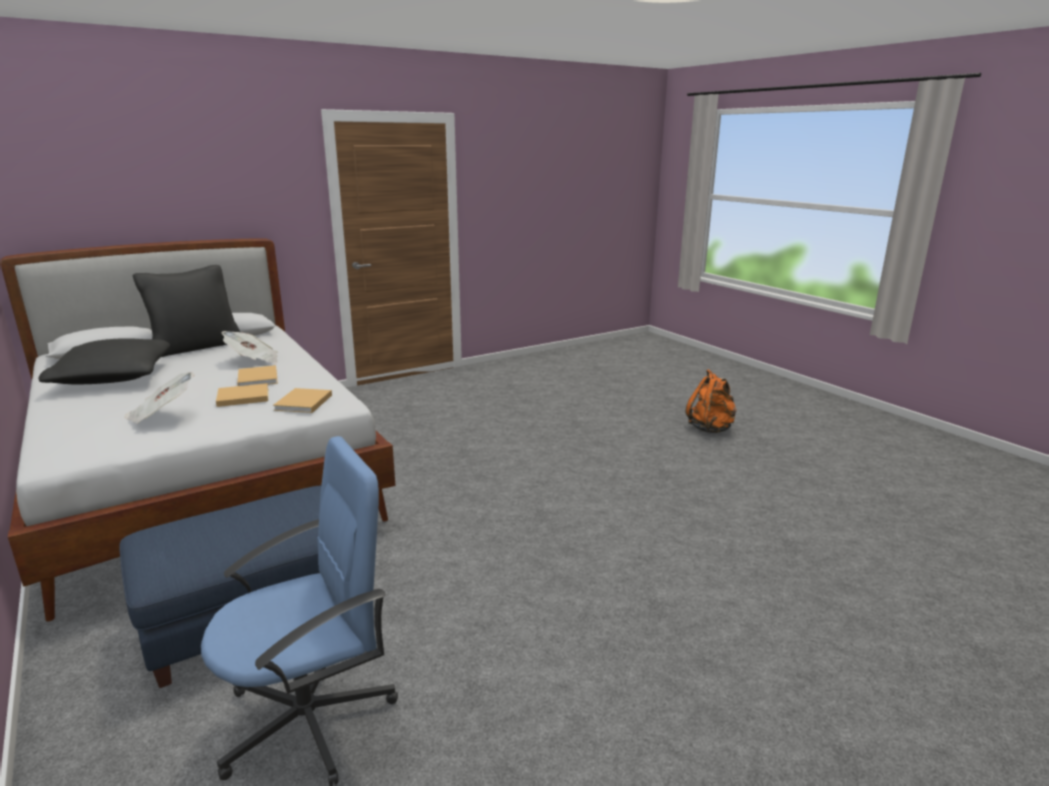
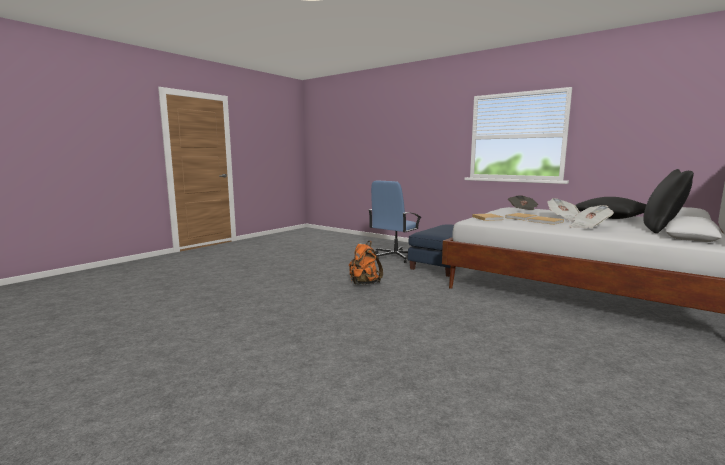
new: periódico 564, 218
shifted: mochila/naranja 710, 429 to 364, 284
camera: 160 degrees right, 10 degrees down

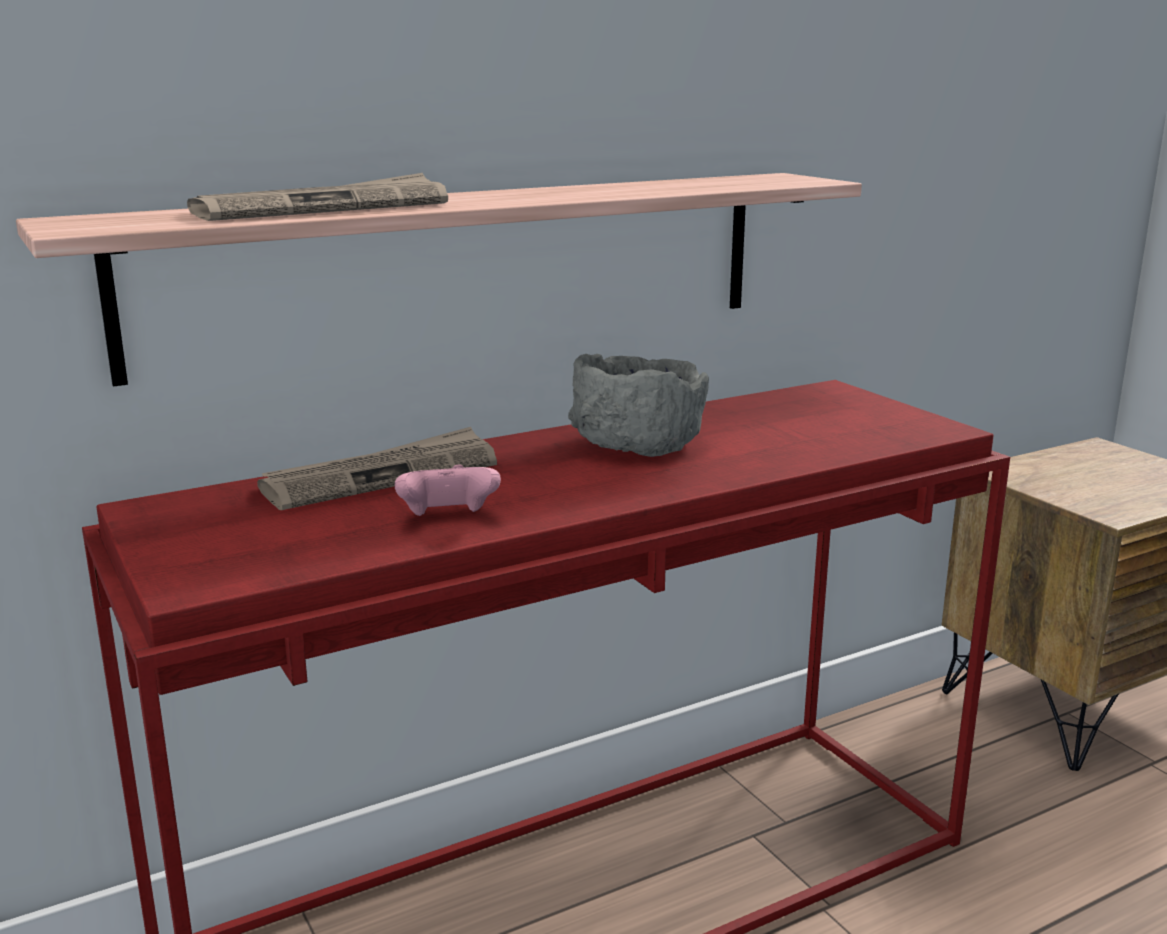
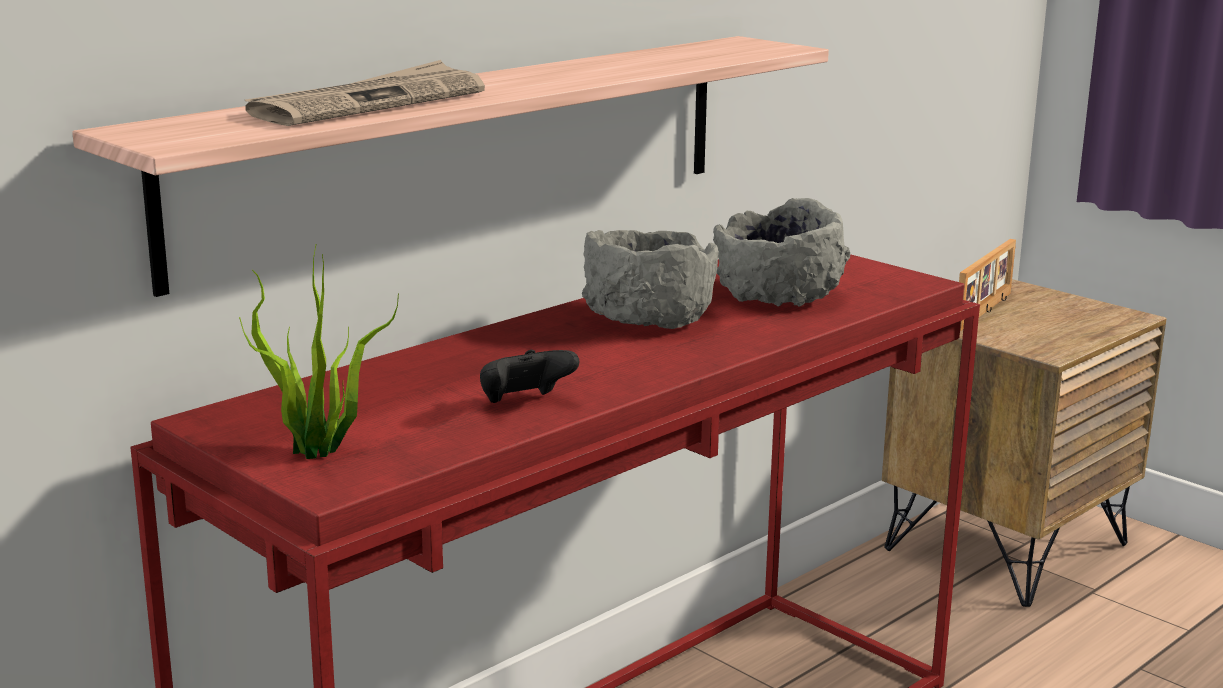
gone: periódico 382, 476
new: planta en maceta 320, 453; cuenco/gris 778, 295; portarretratos 985, 311
repainted: mando de consola/rosa 448, 519 to mando de consola/negro 524, 403
camera: 15 degrees left, 0 degrees up

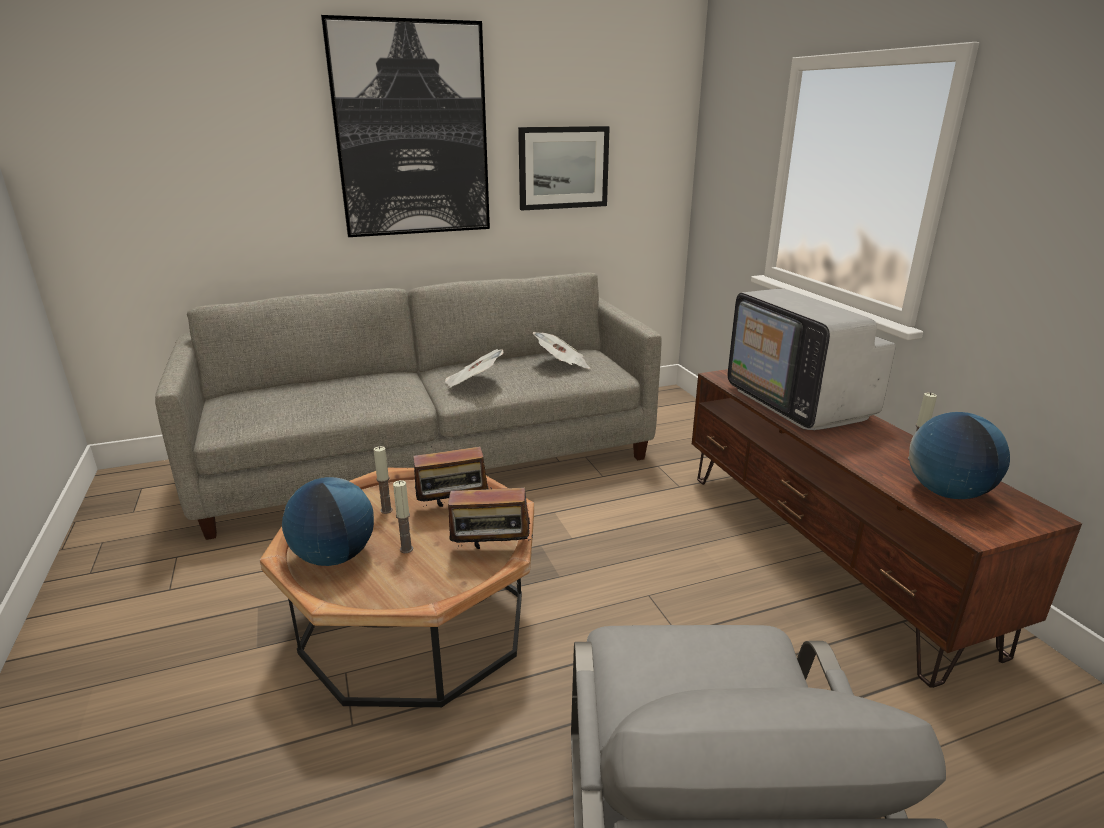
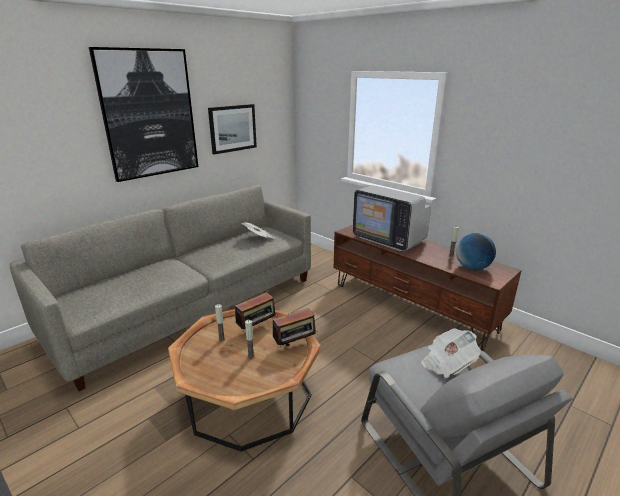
gone: globo terráqueo 334, 557
shifted: periódico 473, 383 to 447, 363
camera: 25 degrees left, 0 degrees up

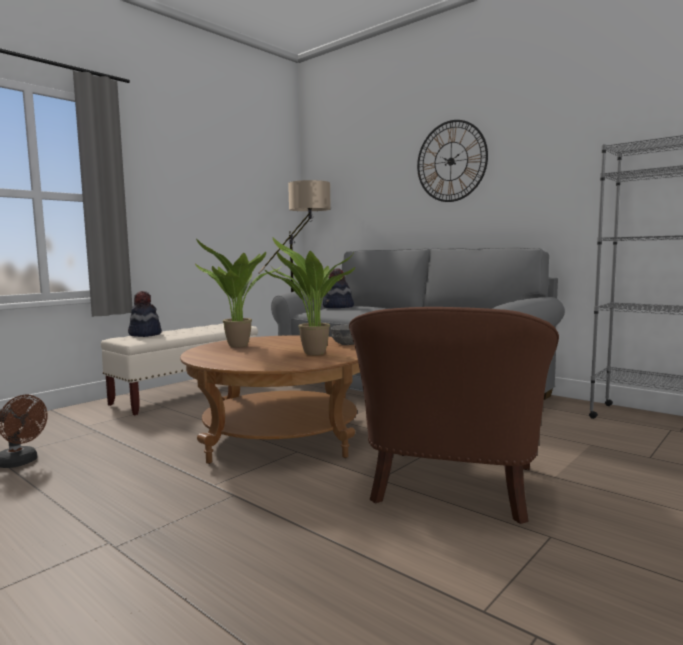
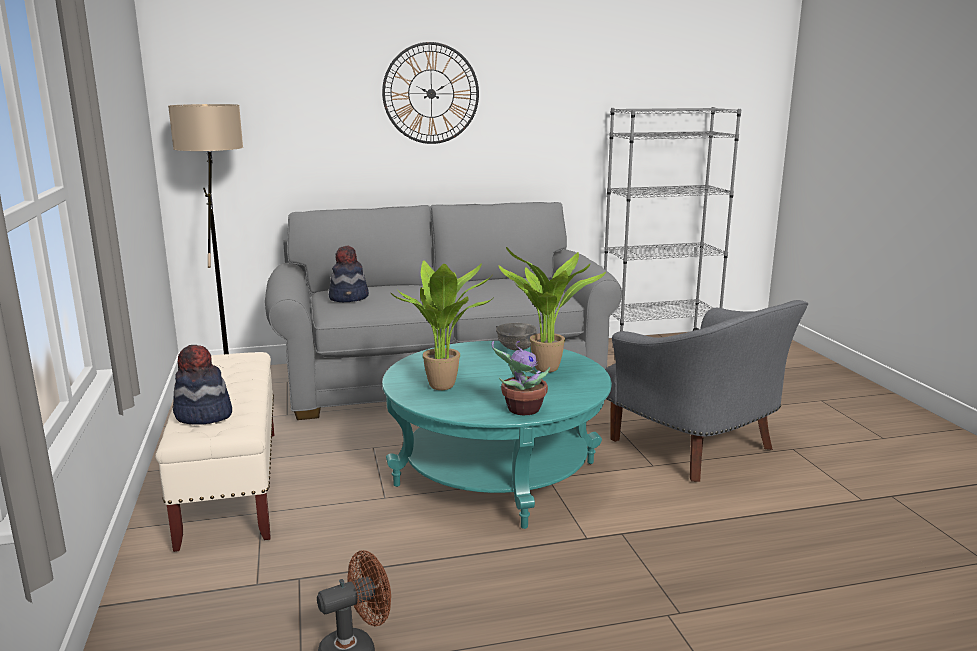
new: planta en maceta 521, 410
repainted: mesa de centro/marrón 281, 437 to mesa de centro/turquesa 496, 474; sillón/marrón 451, 488 to sillón/gris 697, 448
camera: 55 degrees left, 10 degrees up

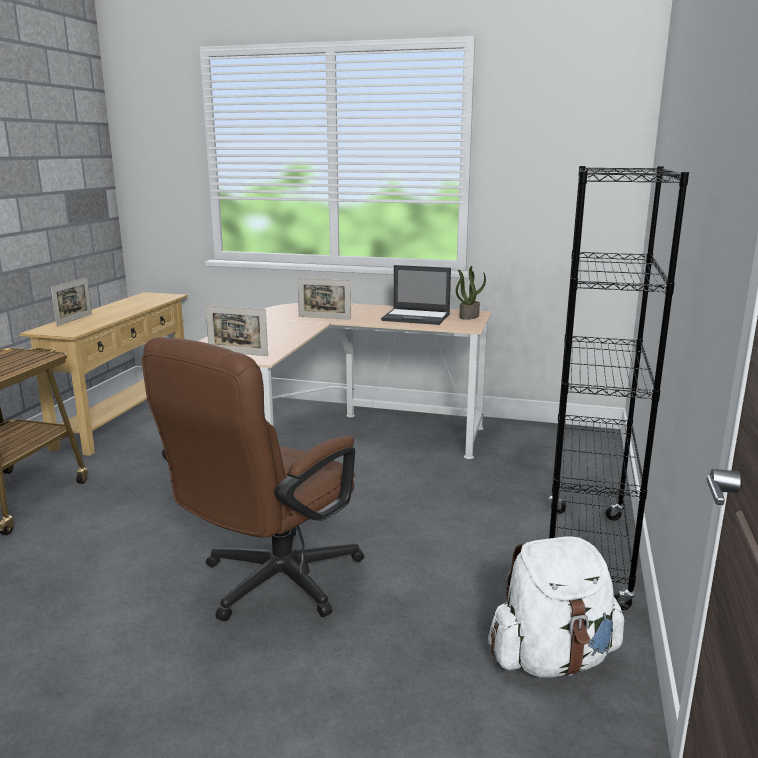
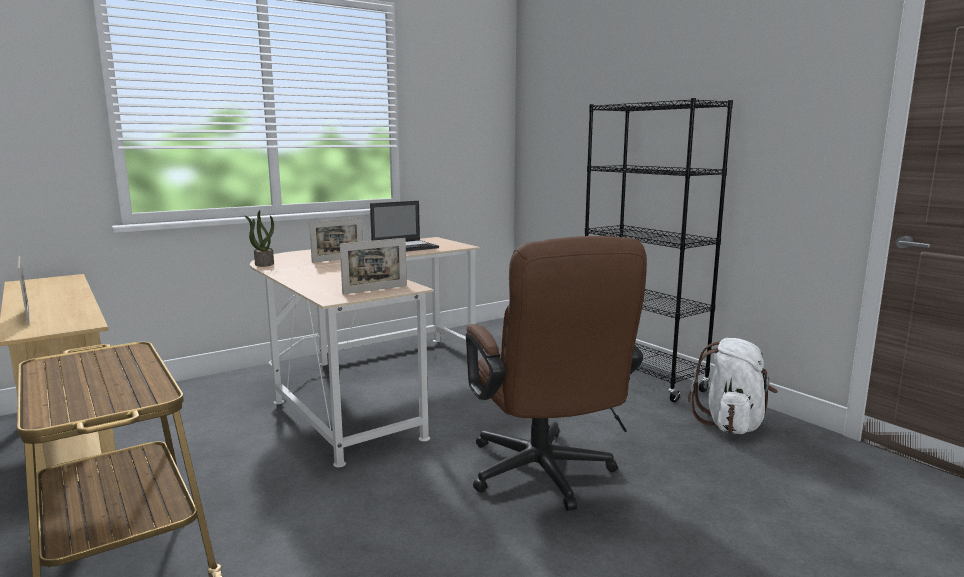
shifted: planta en maceta 469, 316 to 264, 264
camera: 50 degrees left, 5 degrees down

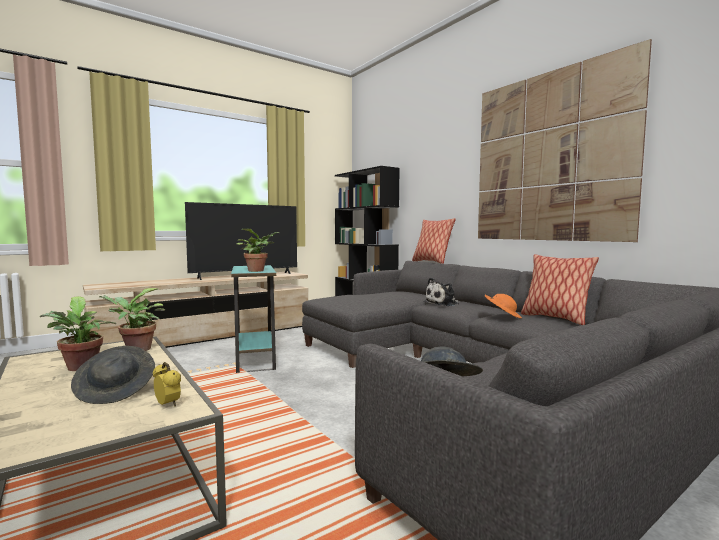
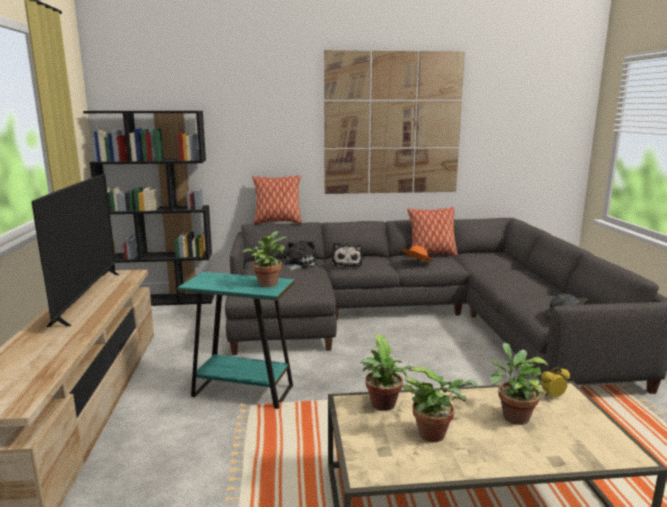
new: peluche 298, 264
swapped: sombrero/gris 116, 390 to planta en maceta 513, 416
camera: 60 degrees left, 10 degrees up

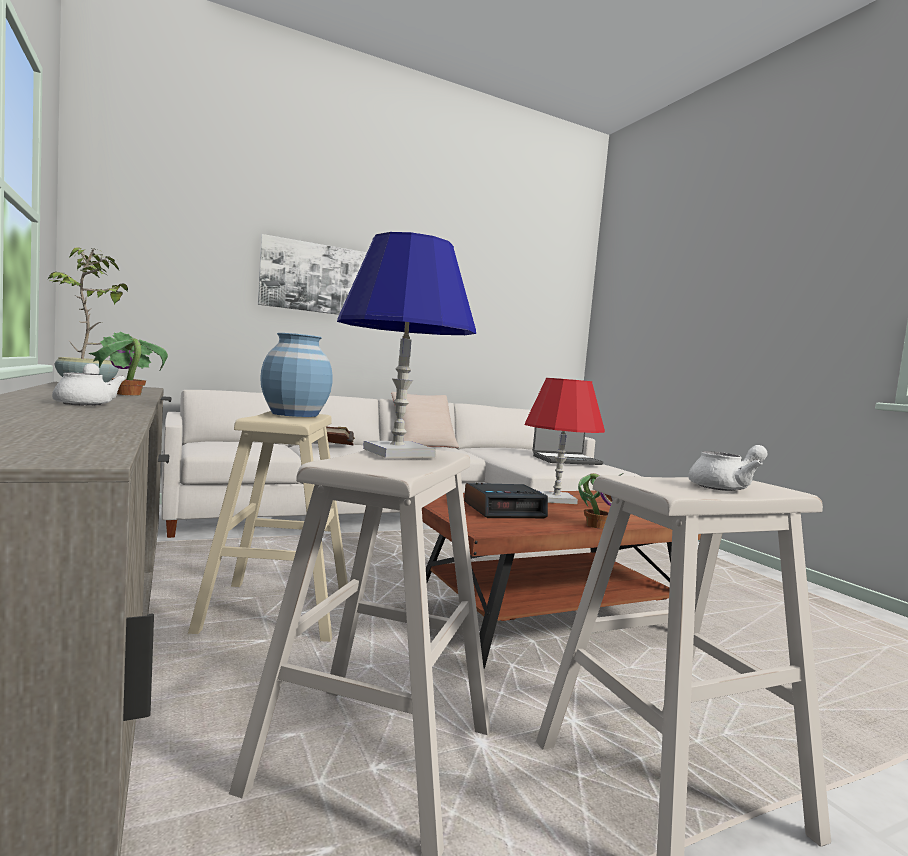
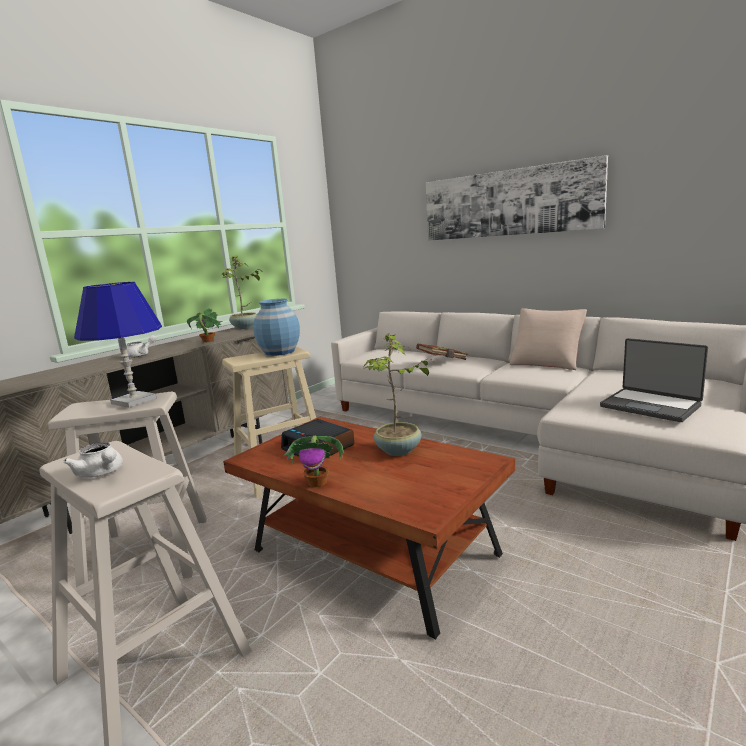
swapped: lámpara de mesa/rojo 556, 499 to planta en maceta 398, 451
camera: 65 degrees right, 10 degrees up

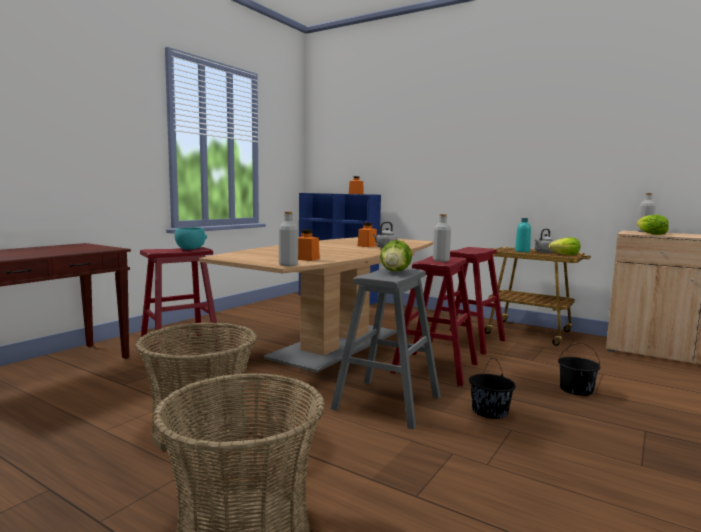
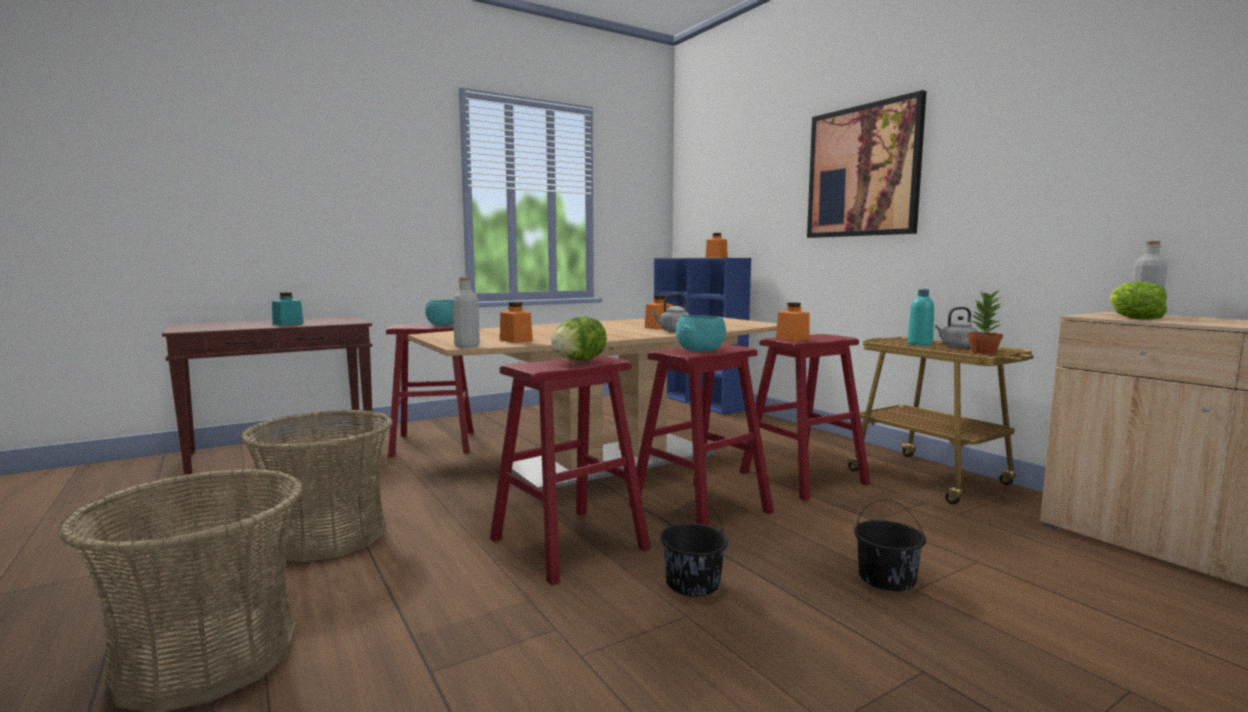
new: tarro/turquesa 288, 324; tarro/naranja 792, 339; cuadro 863, 171
swapped: botella/gris 441, 260 to cuenco/turquesa 700, 350; lechuga 565, 255 to planta en maceta 983, 352
repainted: taburete/gris 387, 402 to taburete/rojo 568, 544
camera: 25 degrees right, 0 degrees up

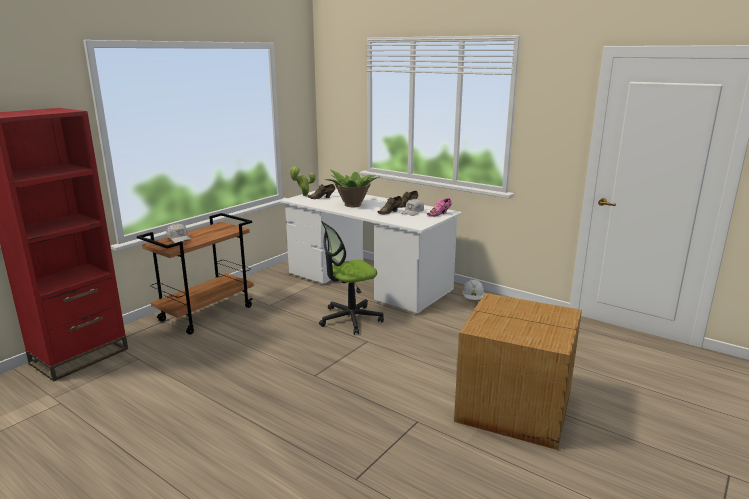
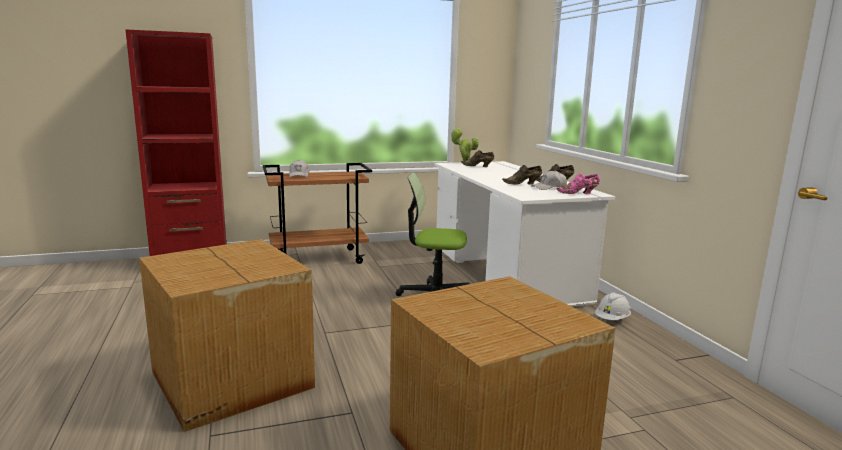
gone: planta en maceta 353, 205
new: caja de cartón 230, 381
camera: 35 degrees right, 5 degrees down

